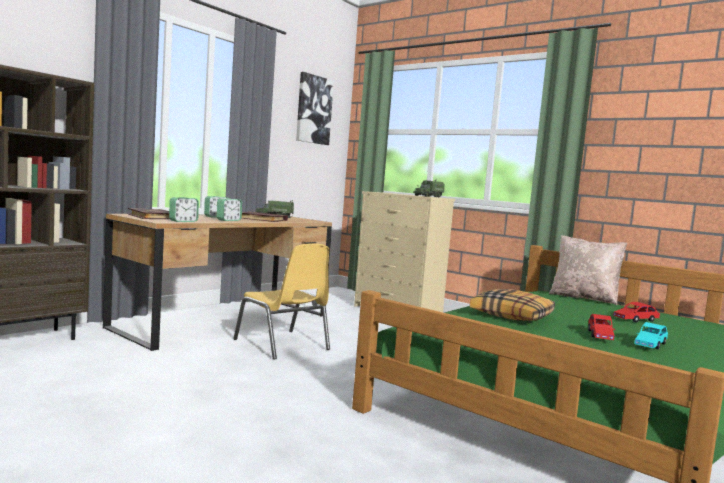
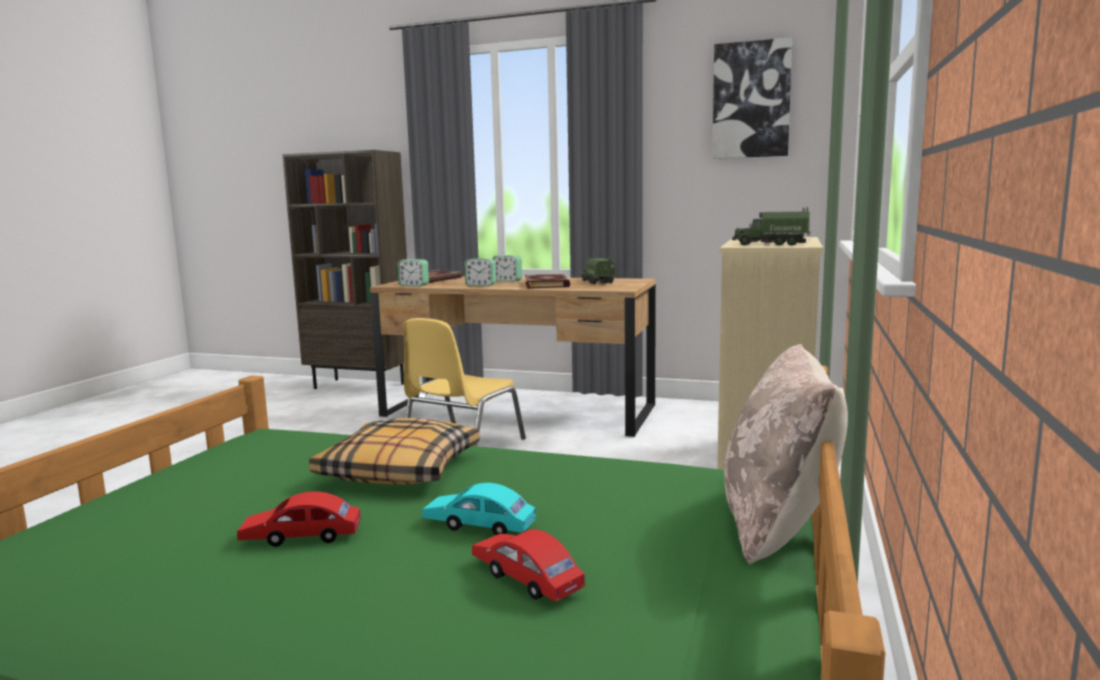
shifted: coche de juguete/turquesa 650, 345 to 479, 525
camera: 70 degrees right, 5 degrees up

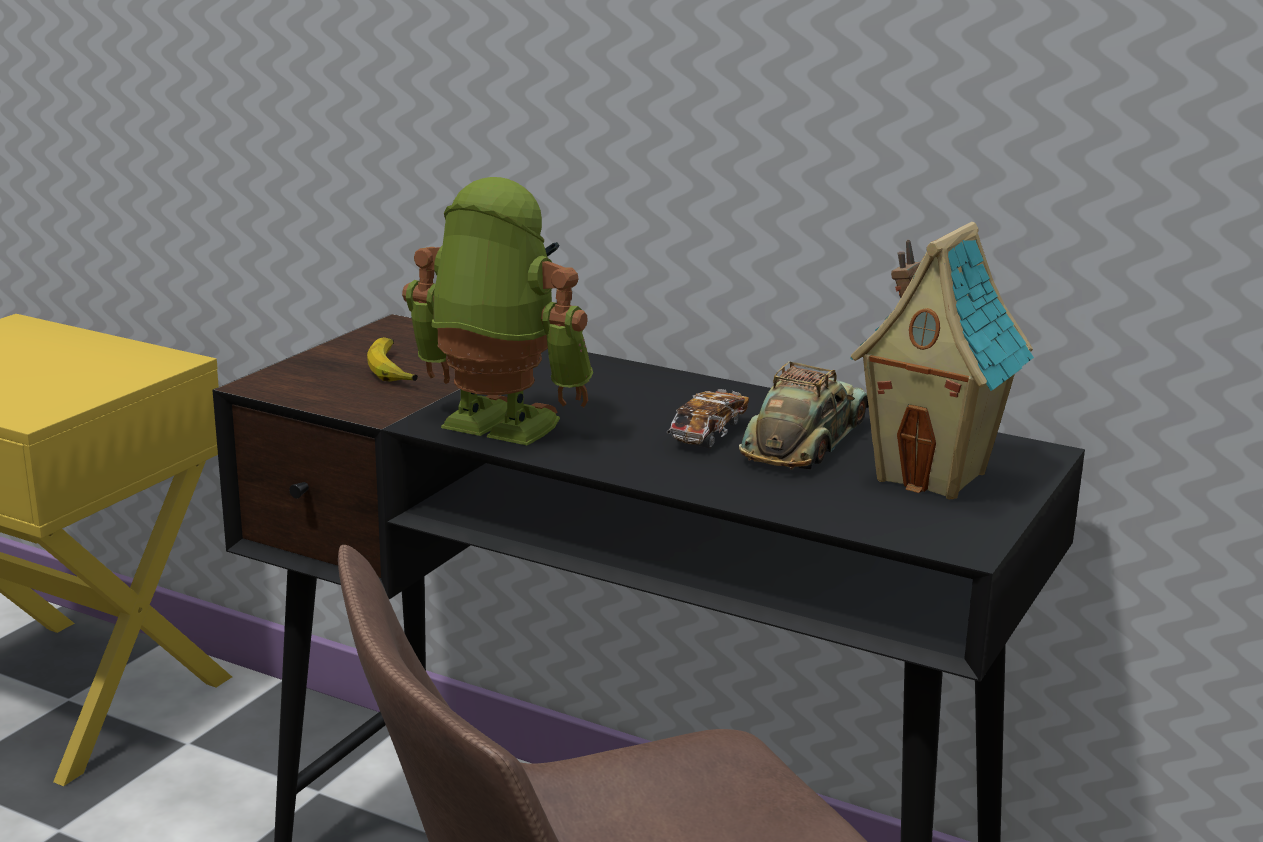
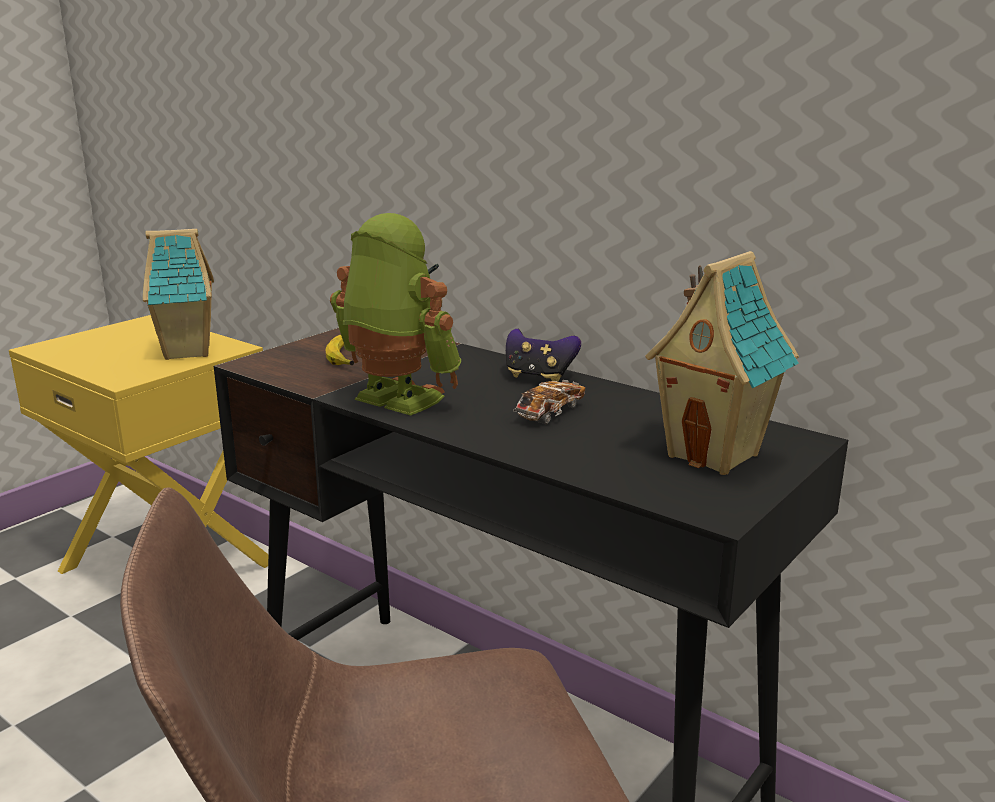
gone: coche de juguete 805, 441
new: casita 189, 352; mando de consola 539, 377
camera: 10 degrees right, 0 degrees up

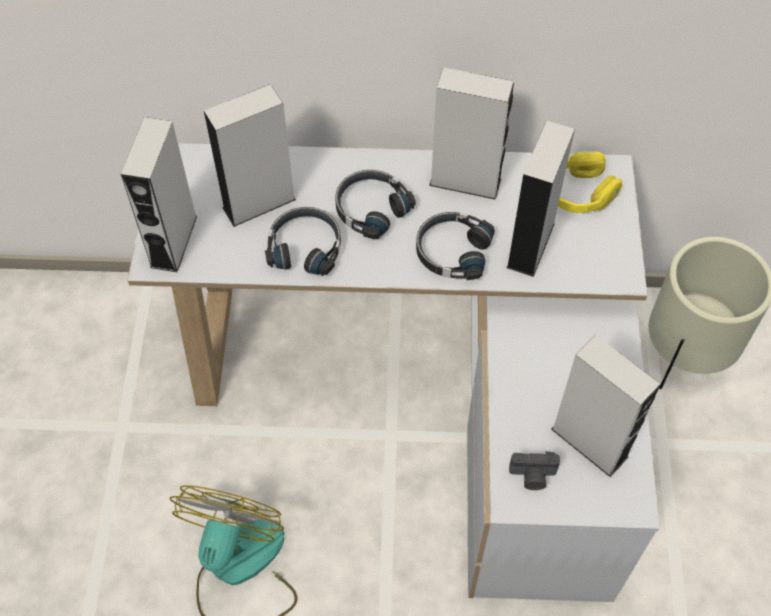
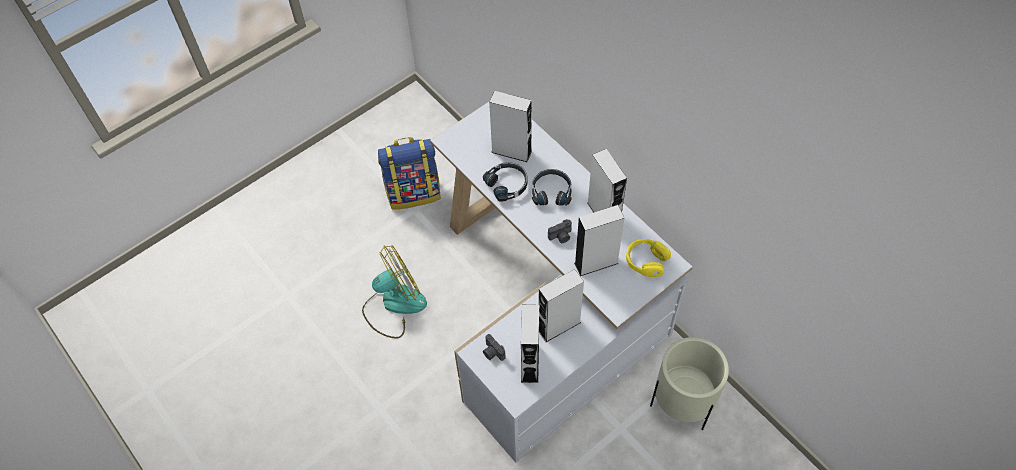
new: mochila 413, 192
shifted: altavoz/gris 173, 241 to 558, 326
swapped: auriculares/negro 452, 251 to cámara 561, 237
camera: 50 degrees right, 0 degrees up

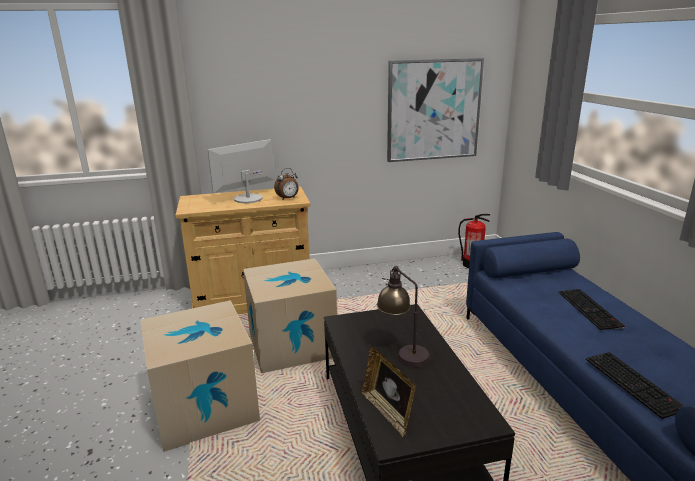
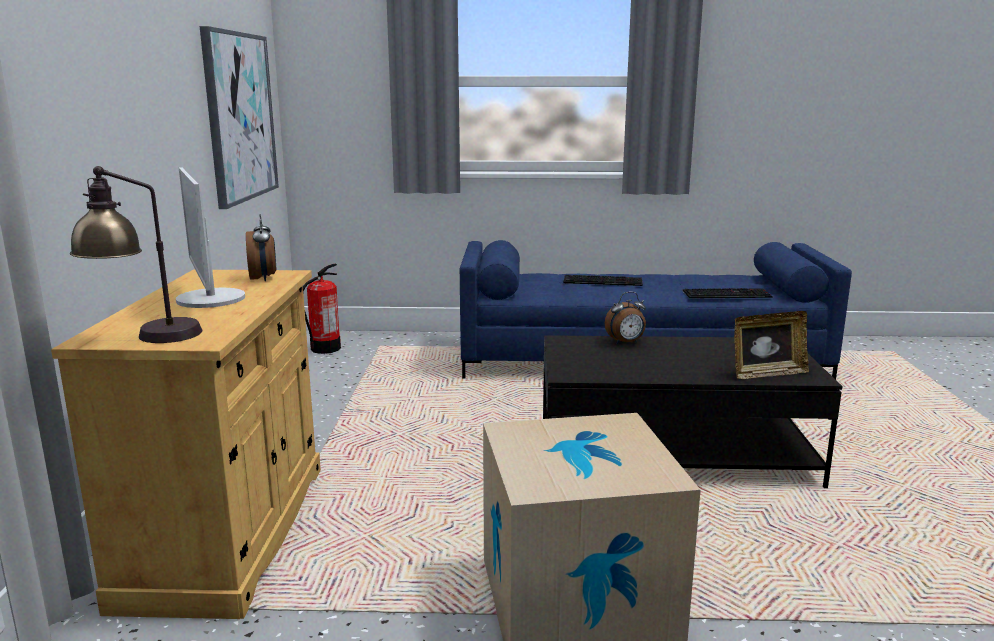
gone: caja de cartón 292, 345
new: despertador 626, 342
shifted: lámpara de mesa 402, 352 to 145, 338
camera: 75 degrees left, 5 degrees down

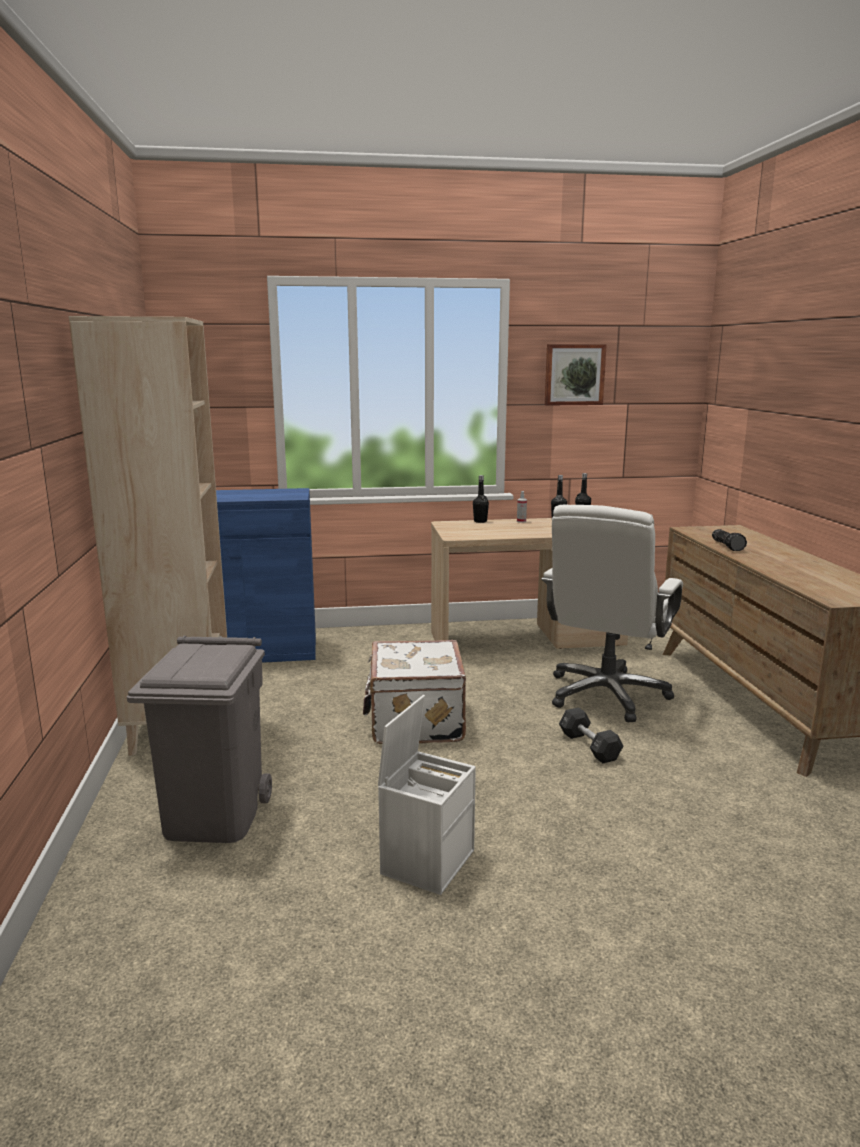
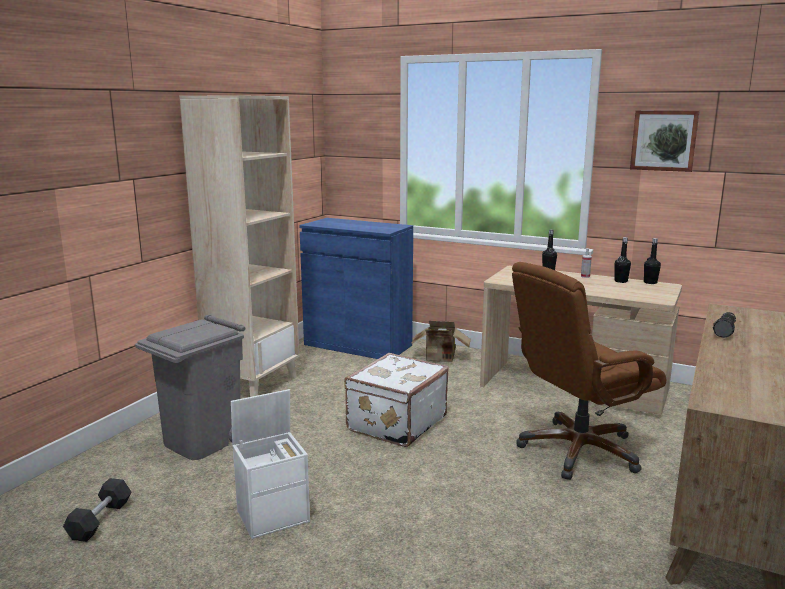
new: caja de cartón 441, 359
shifted: mancuerna/negro 589, 746 to 100, 520
repainted: silla de oficina/blanco 606, 695 to silla de oficina/marrón 578, 451
camera: 35 degrees right, 0 degrees up

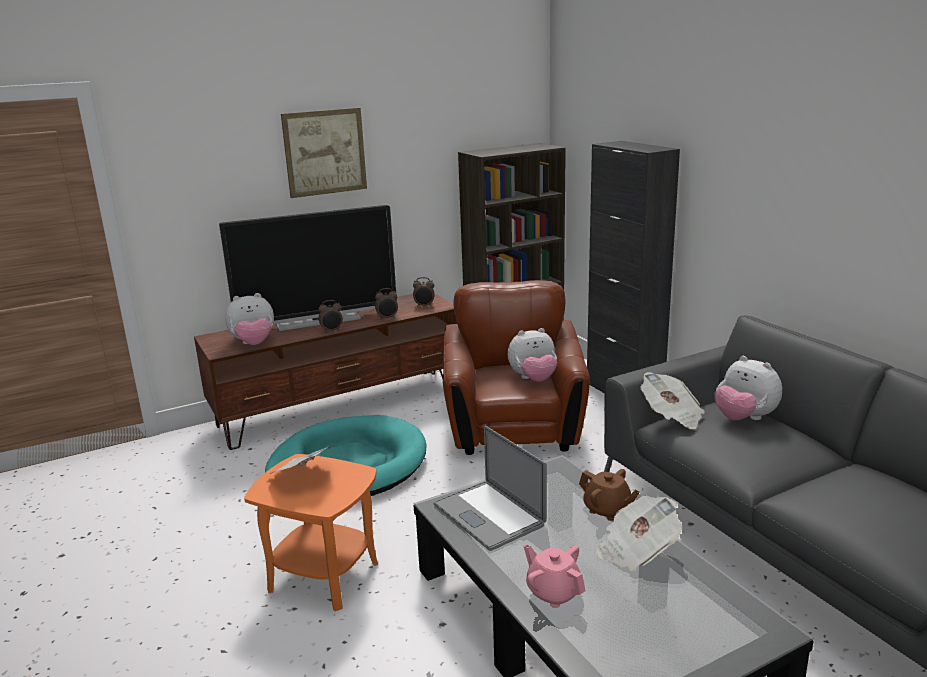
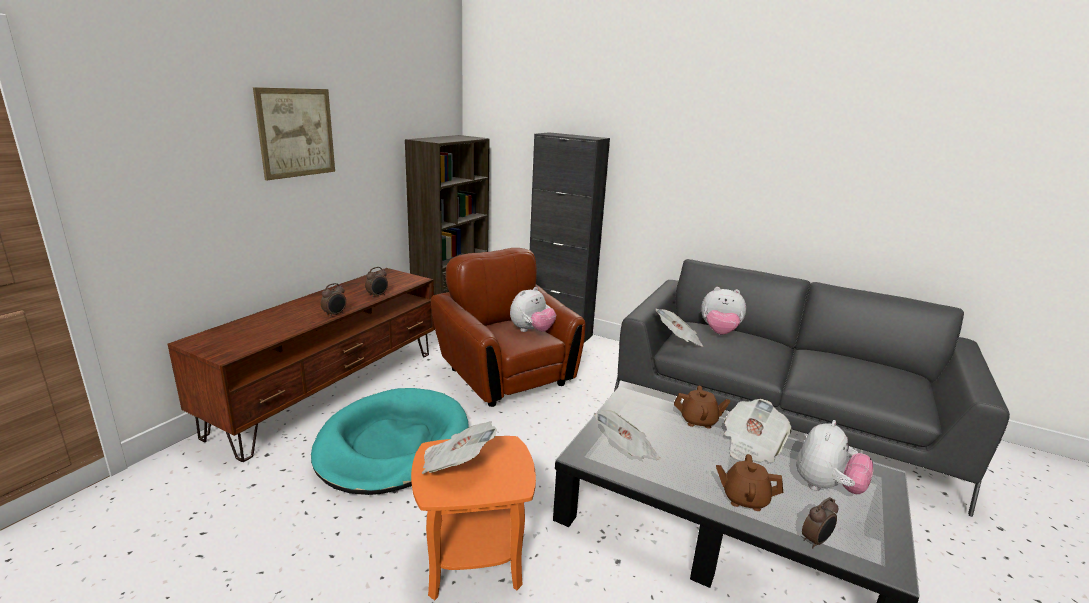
gone: televisor 318, 321
shifted: peluche 254, 344 to 826, 487; despertador 424, 306 to 815, 541
swapped: portátil 489, 515 to periódico 626, 450
repainted: tetera/rosa 553, 592 to tetera/marrón 744, 499
camera: 35 degrees left, 0 degrees up

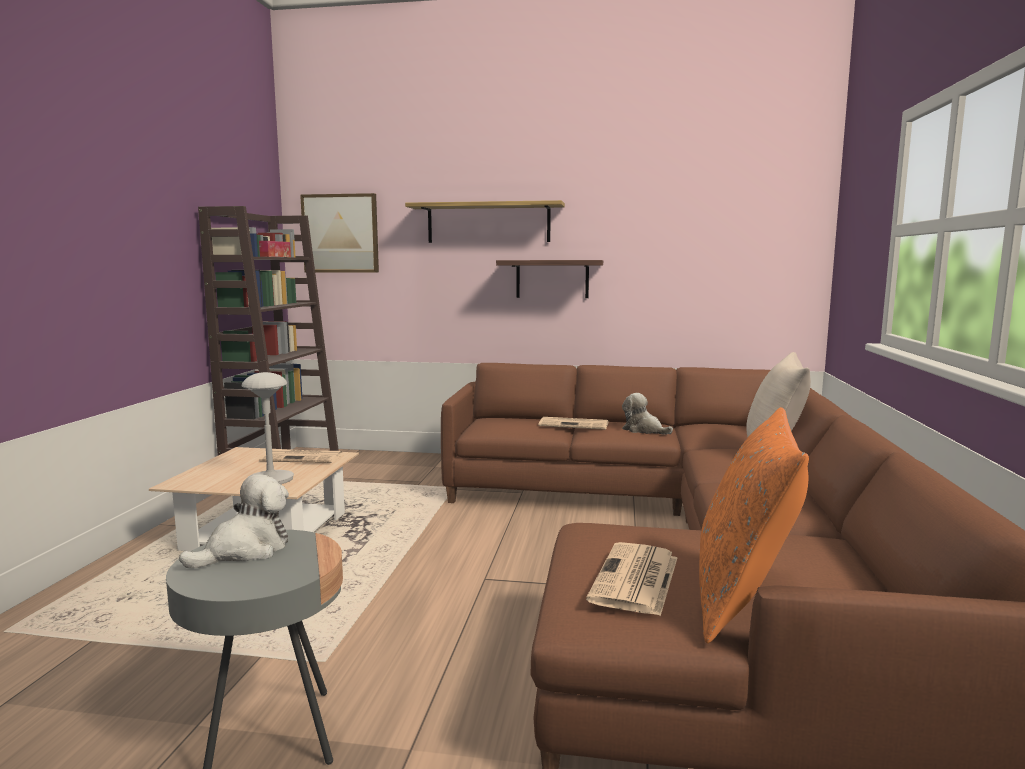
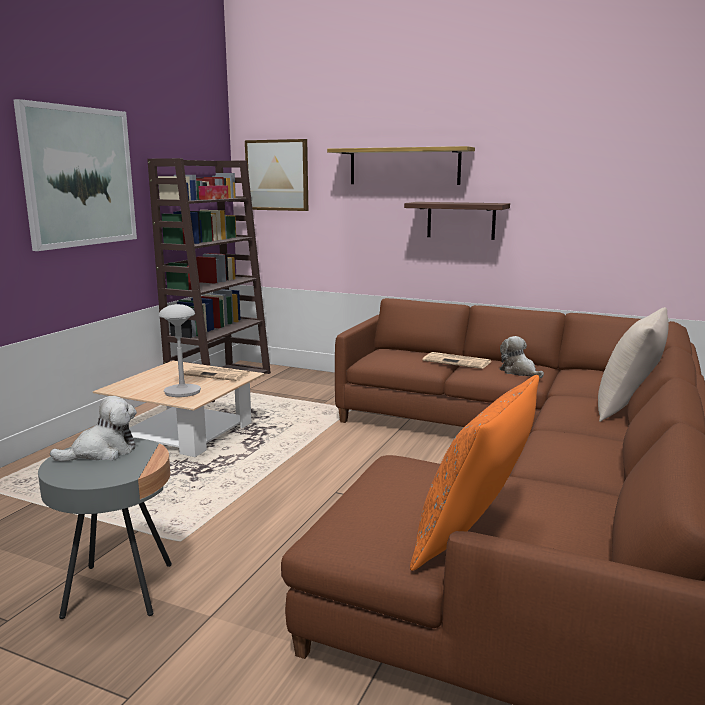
gone: periódico 635, 580
new: cuadro 79, 177
camera: 15 degrees right, 5 degrees up

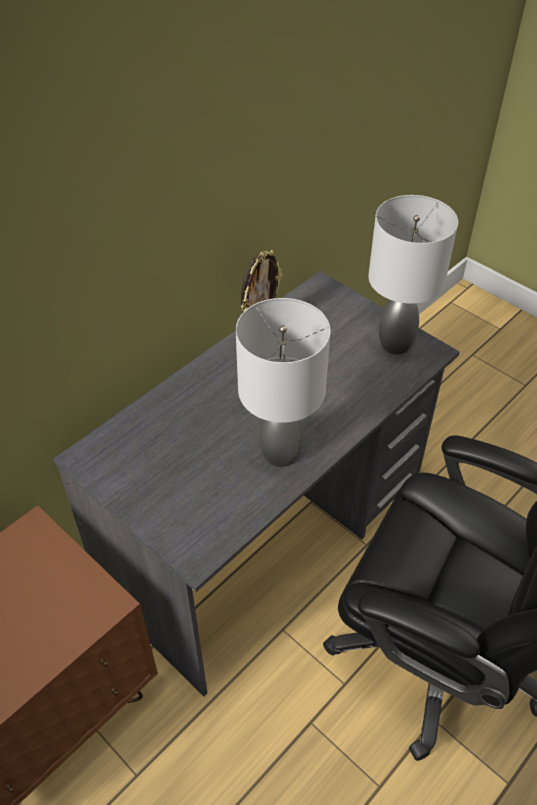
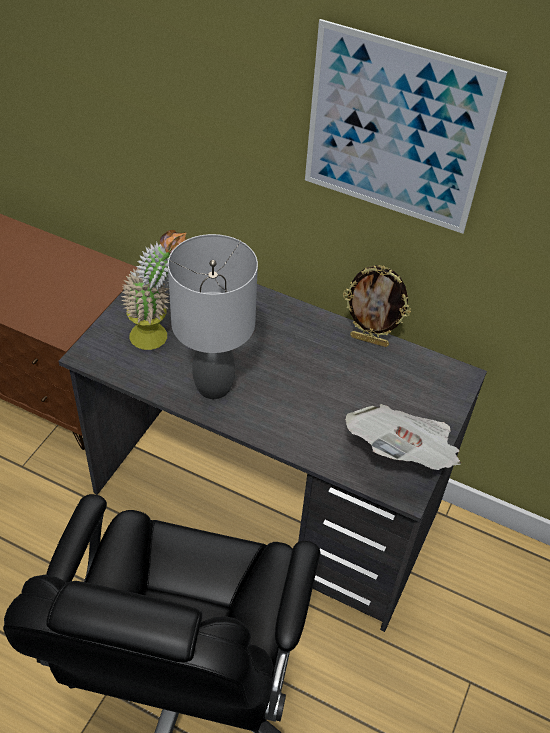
new: planta en maceta 159, 337; cuadro 395, 131
swapped: lámpara de mesa/gris 394, 343 to periódico 403, 454
camera: 70 degrees right, 0 degrees up

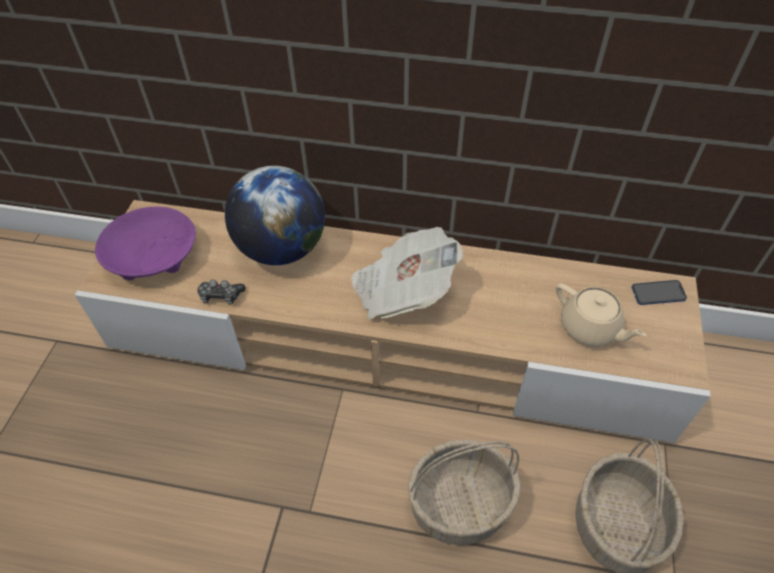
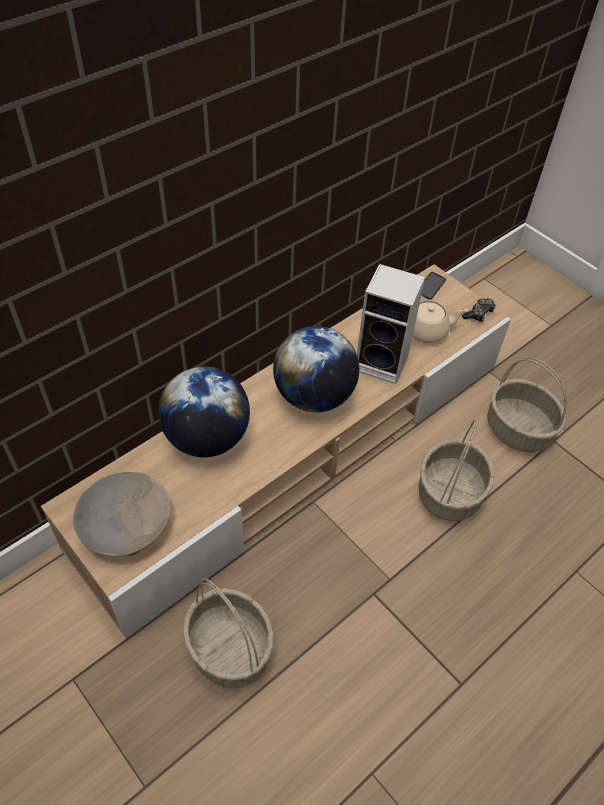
new: cesta 229, 649; altavoz 383, 363
shifted: mando de consola 221, 296 to 478, 314
swapped: periódico 402, 290 to globo terráqueo 314, 396
repainted: cuenco/morado 152, 255 to cuenco/beis 124, 524
camera: 55 degrees left, 0 degrees up

